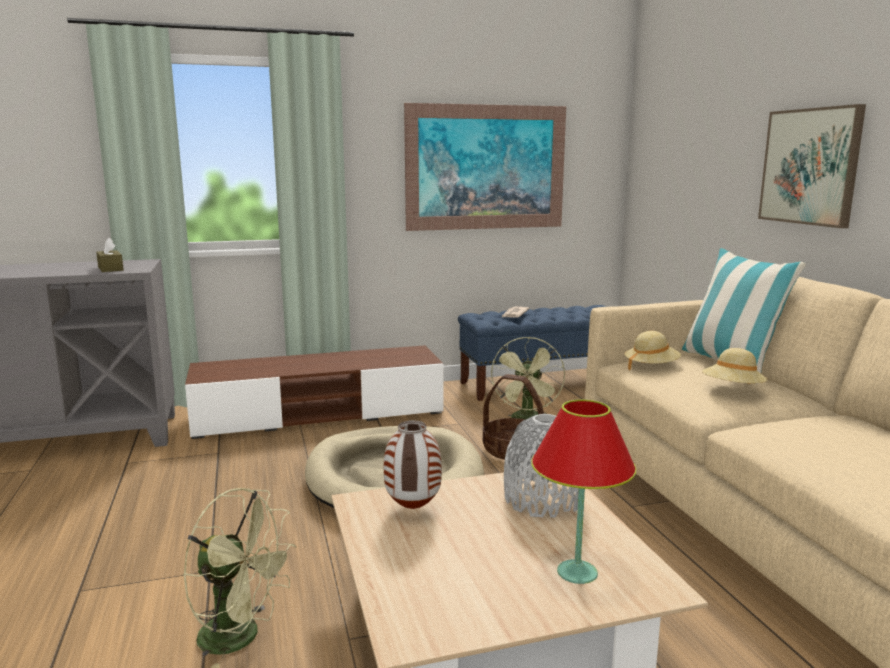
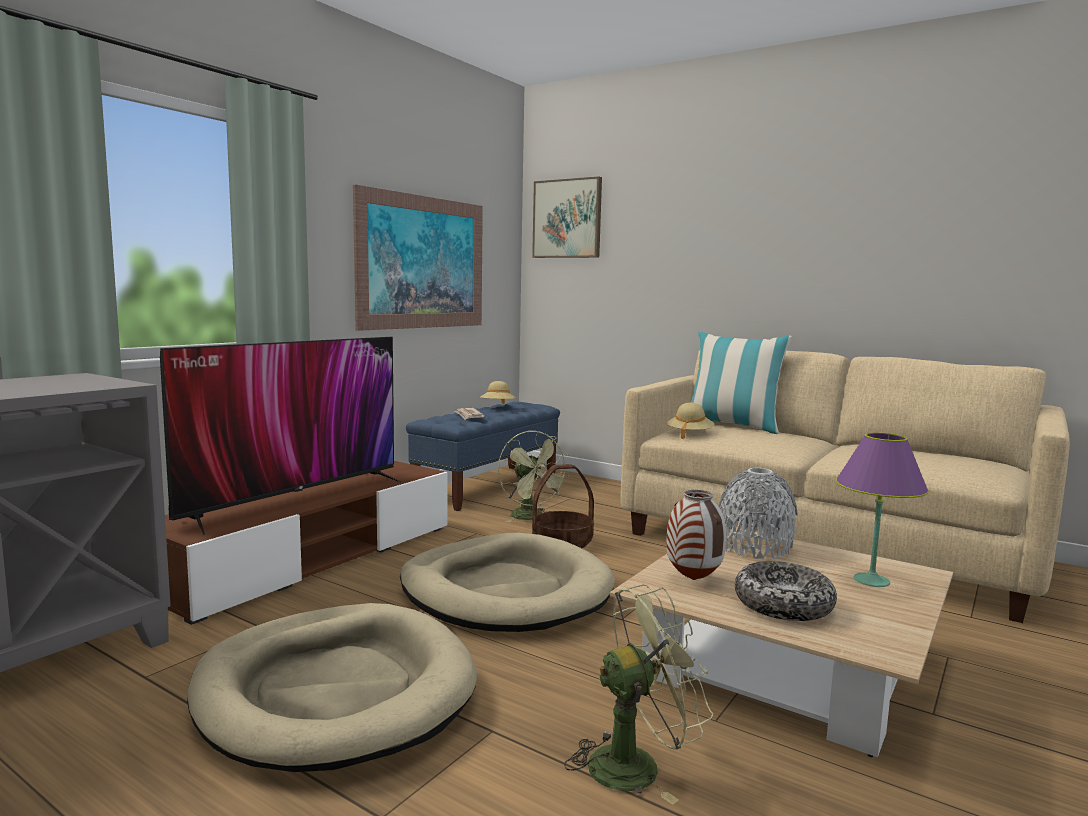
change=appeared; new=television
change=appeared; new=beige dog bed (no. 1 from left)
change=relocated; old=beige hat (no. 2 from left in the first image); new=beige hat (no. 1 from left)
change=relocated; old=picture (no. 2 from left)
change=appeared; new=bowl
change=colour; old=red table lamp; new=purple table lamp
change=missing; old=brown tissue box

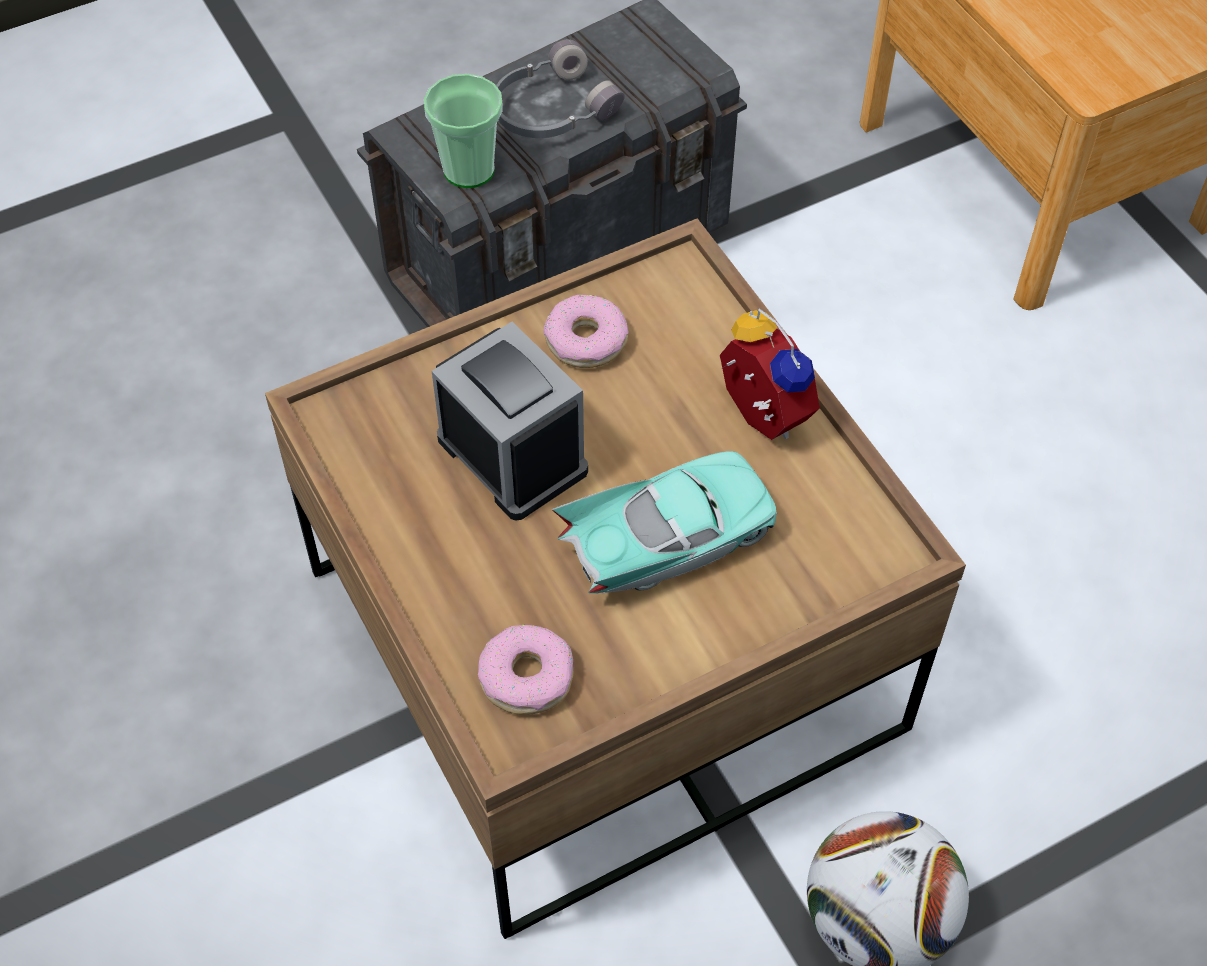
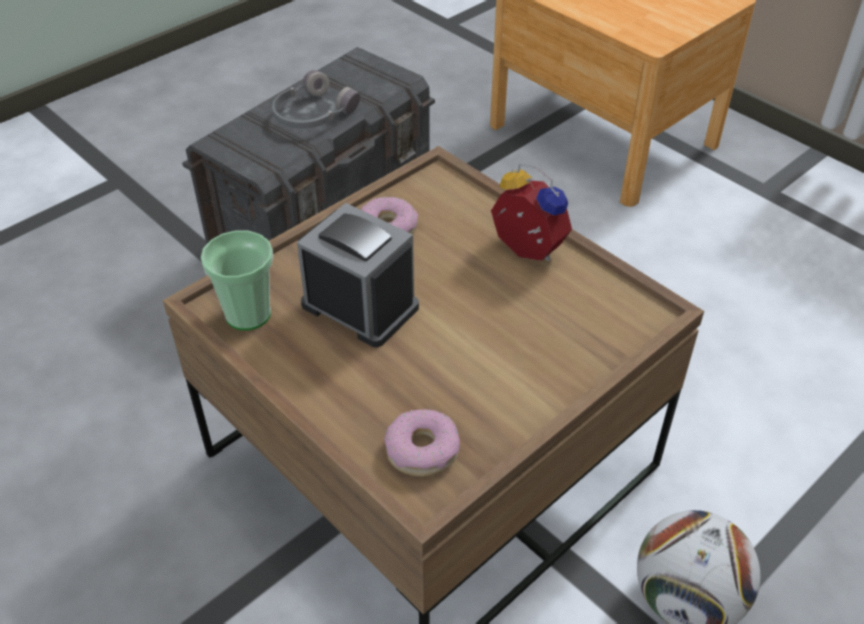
change=relocated; old=cup
change=missing; old=turquoise toy car

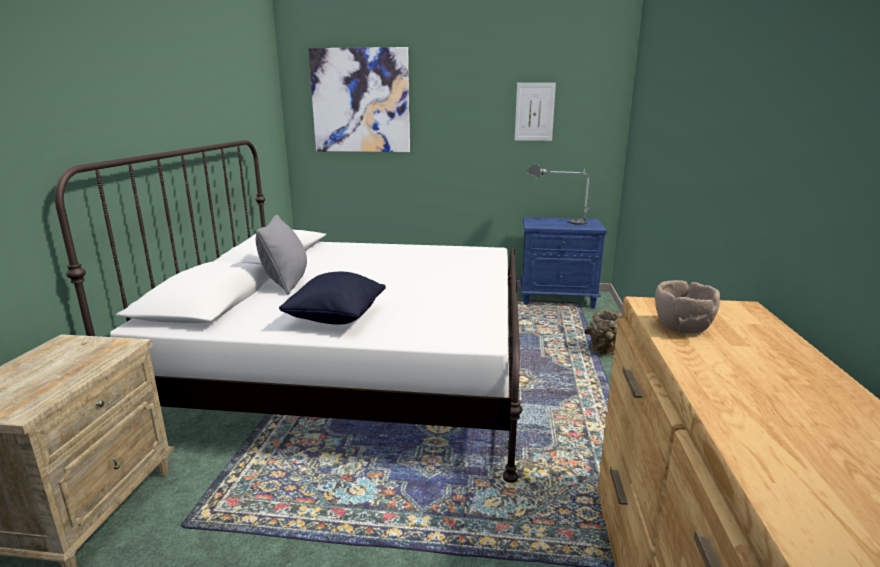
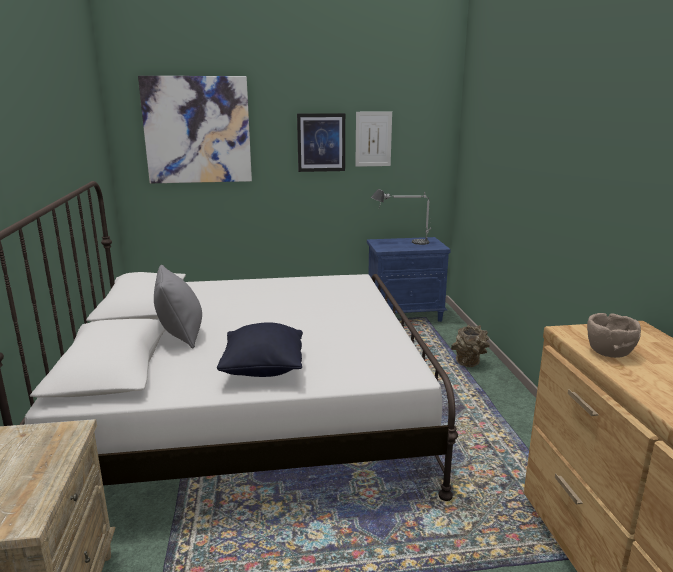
change=appeared; new=picture (no. 2 from left)

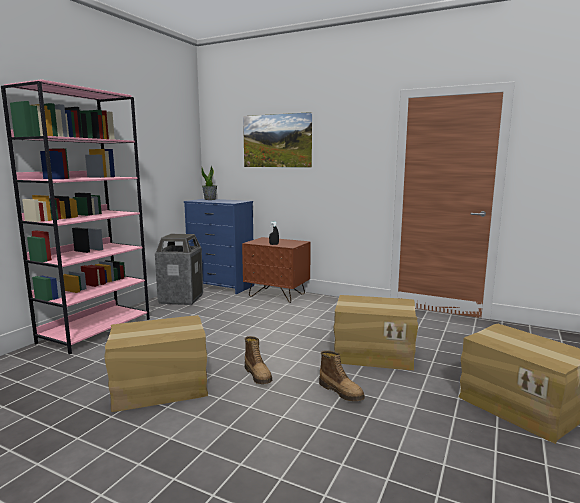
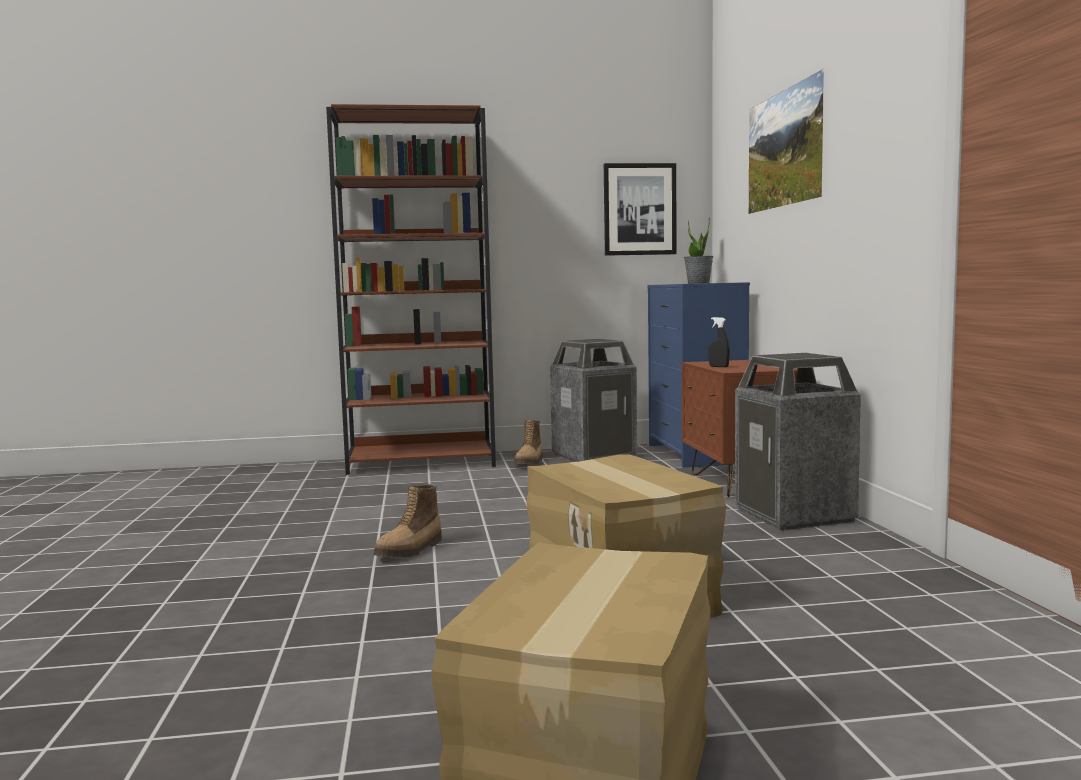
change=colour; old=pink bookcase; new=brown bookcase
change=relocated; old=boot (no. 2 from left)
change=appeared; new=picture (no. 1 from left)
change=appeared; new=trash can (no. 2 from left)
change=missing; old=cardboard box (no. 1 from left)

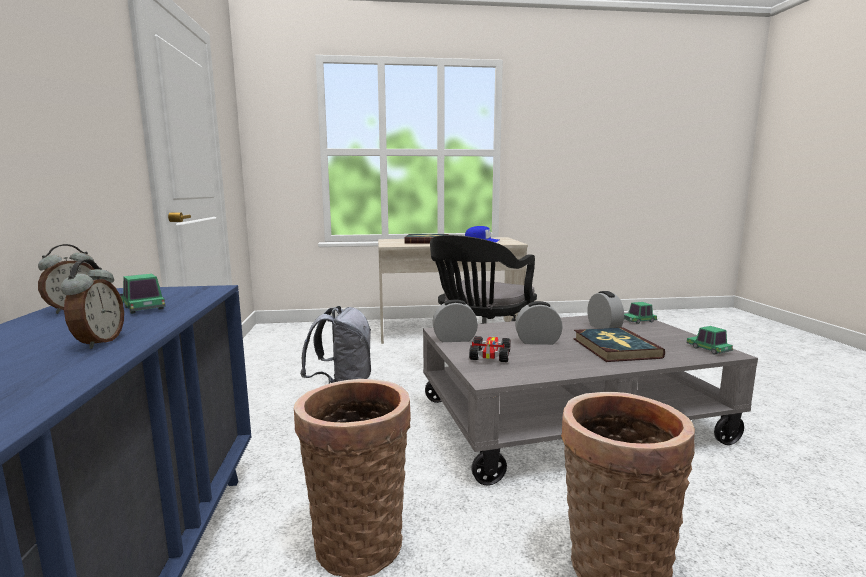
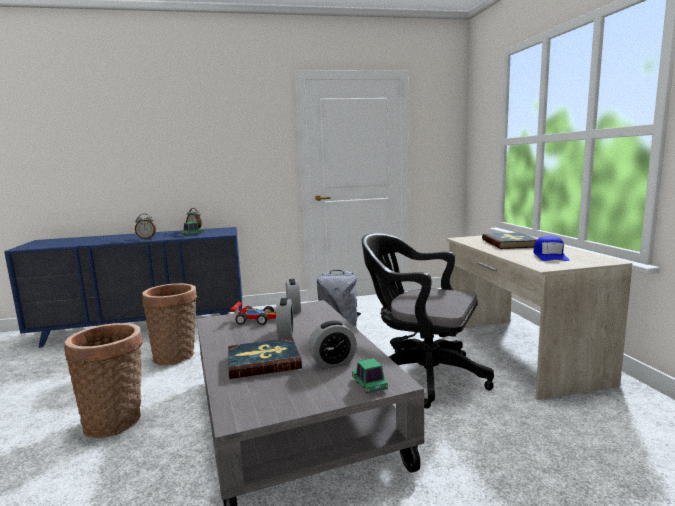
change=missing; old=toy car (no. 4 from left)

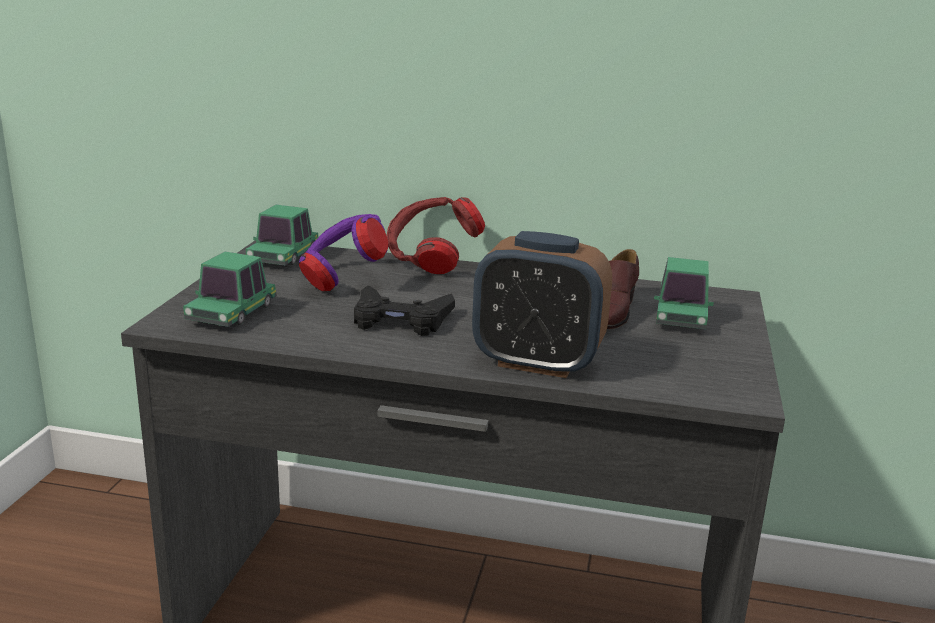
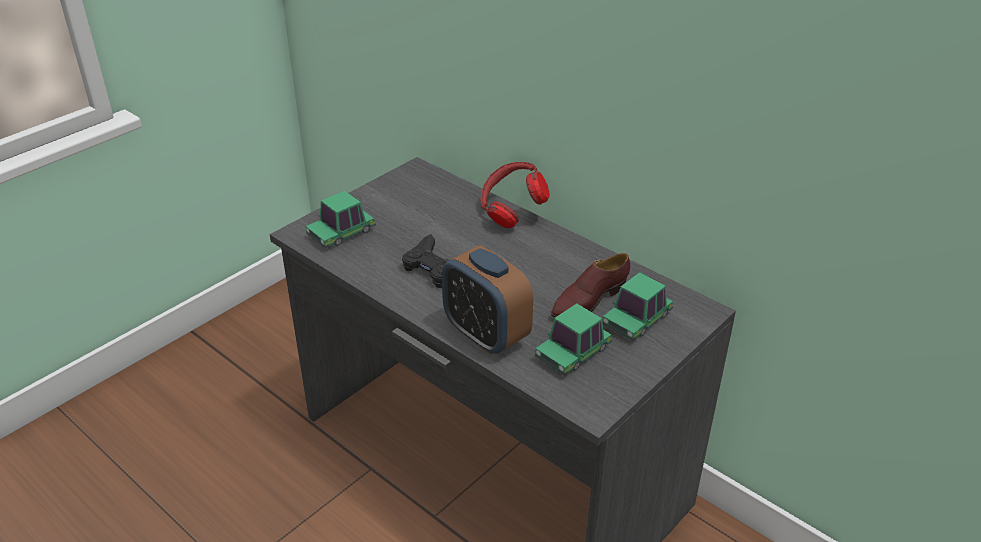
change=relocated; old=toy car (no. 2 from left)
change=missing; old=purple headphones

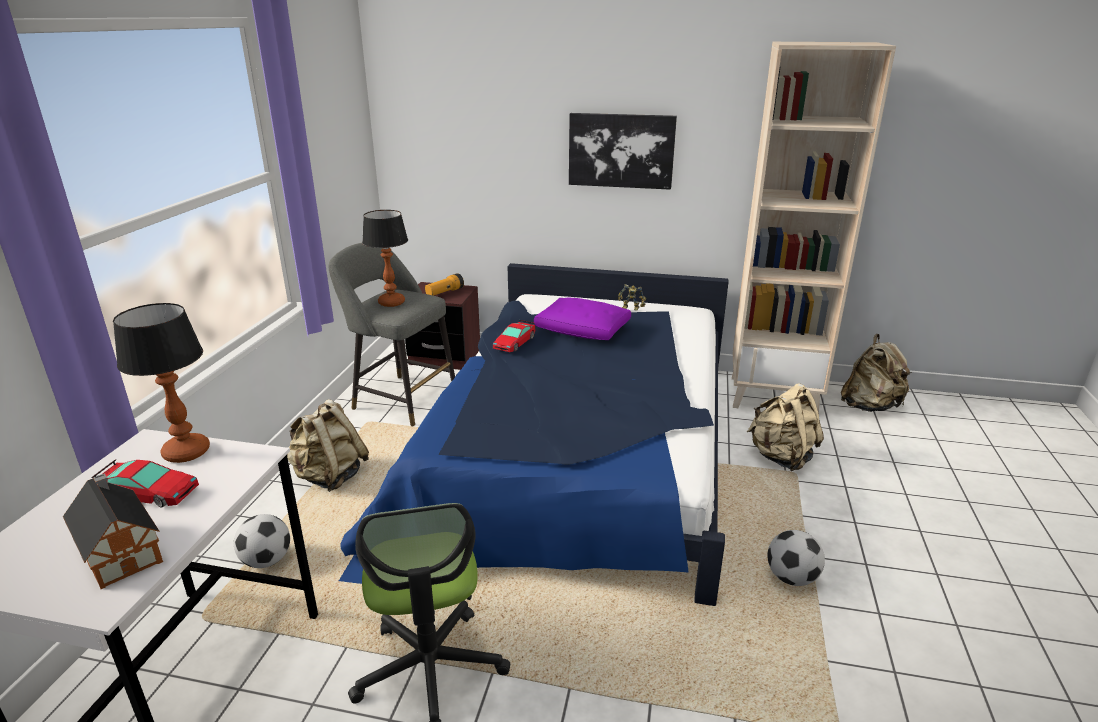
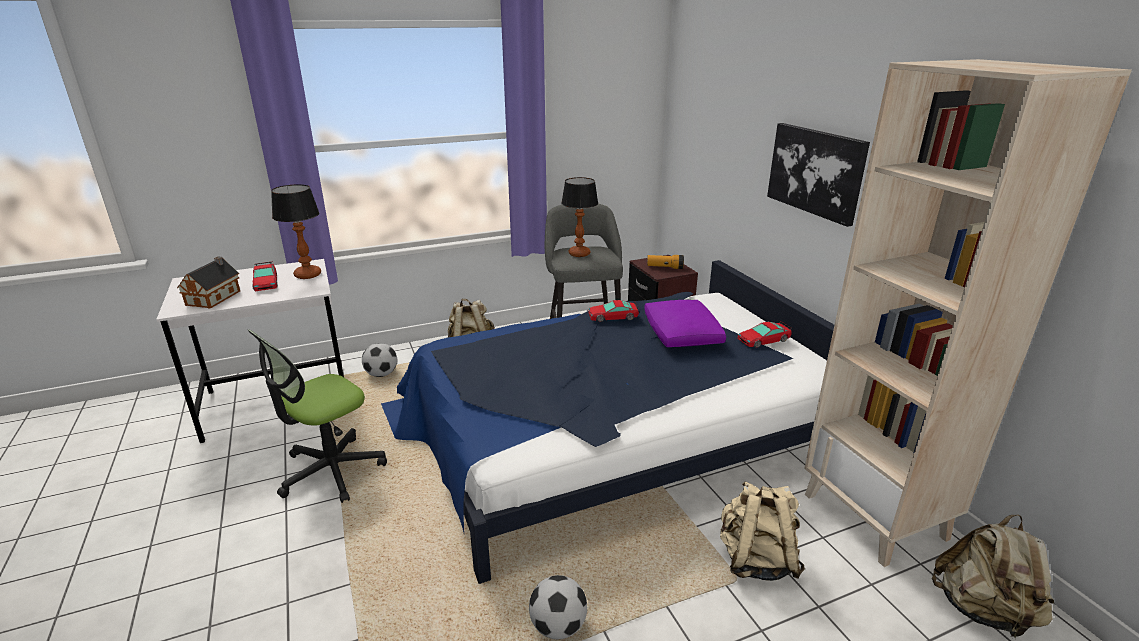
change=exchanged; old=toy robot; new=toy car (no. 3 from left)

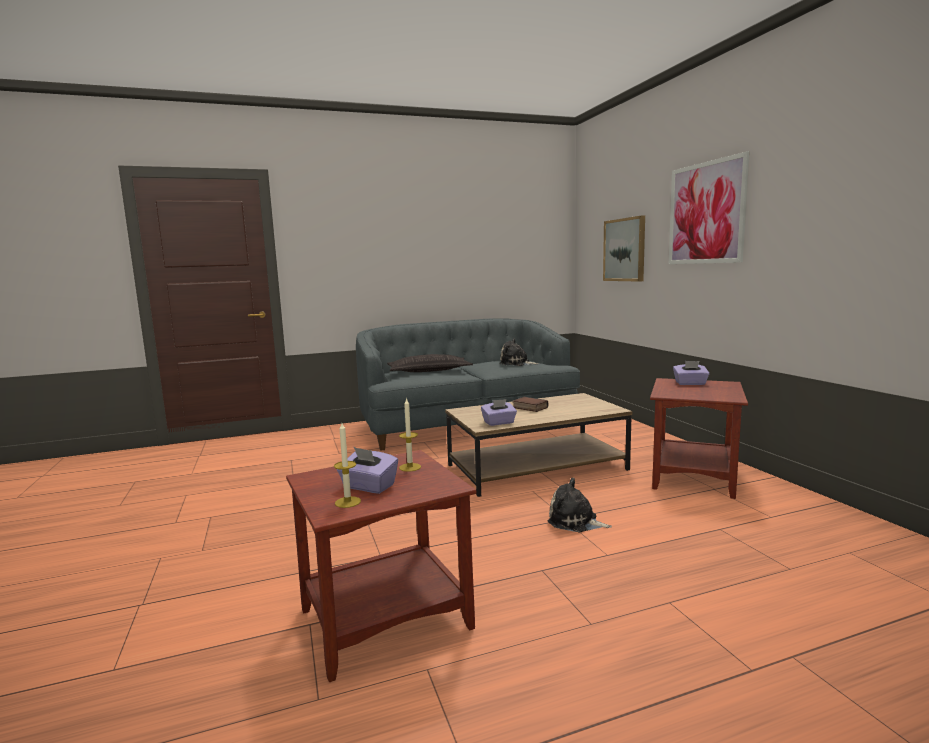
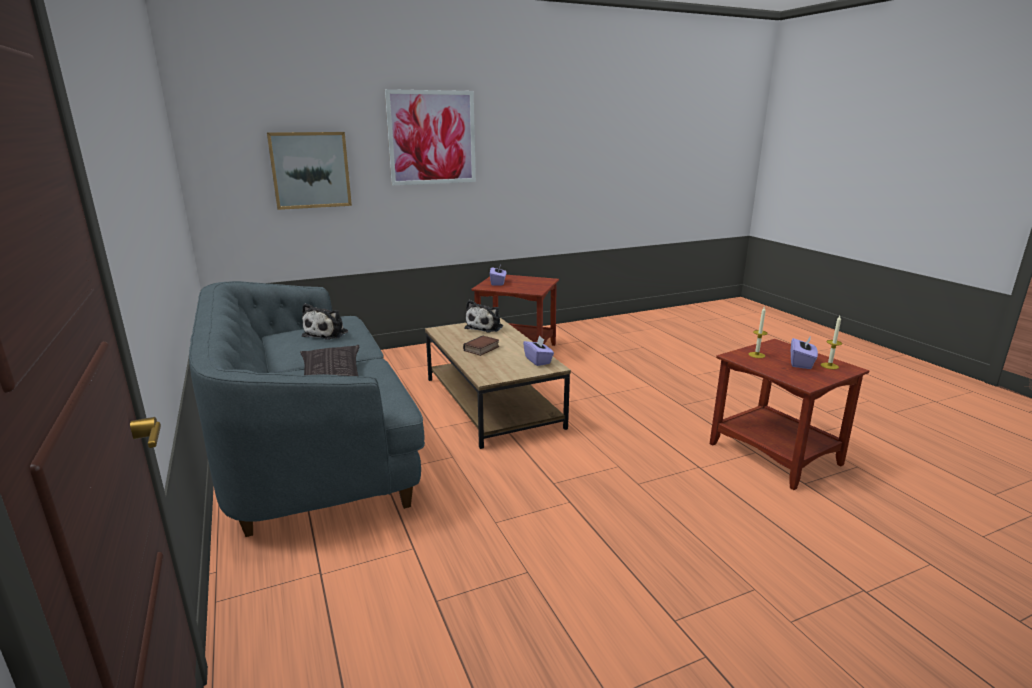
change=relocated; old=plush toy (no. 2 from left)

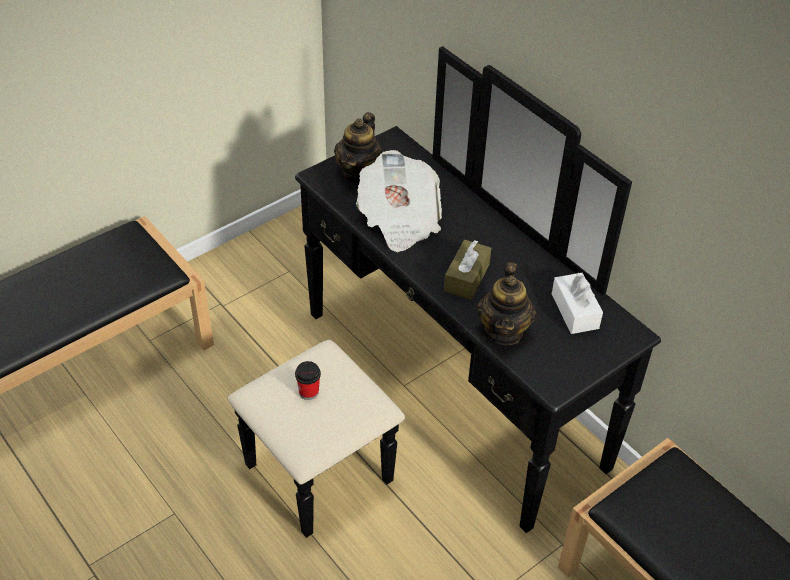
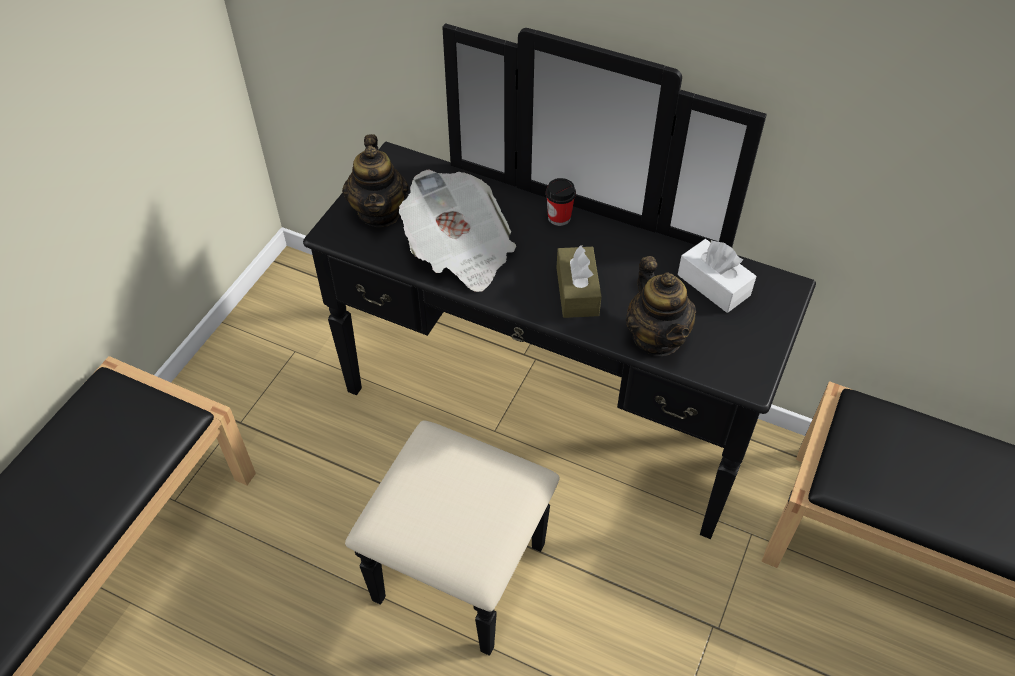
change=relocated; old=cup

